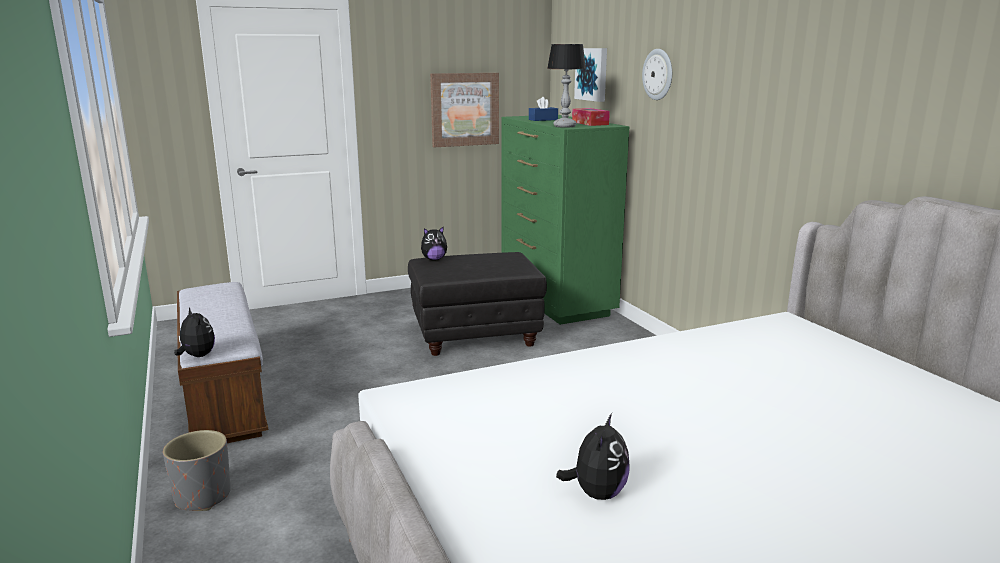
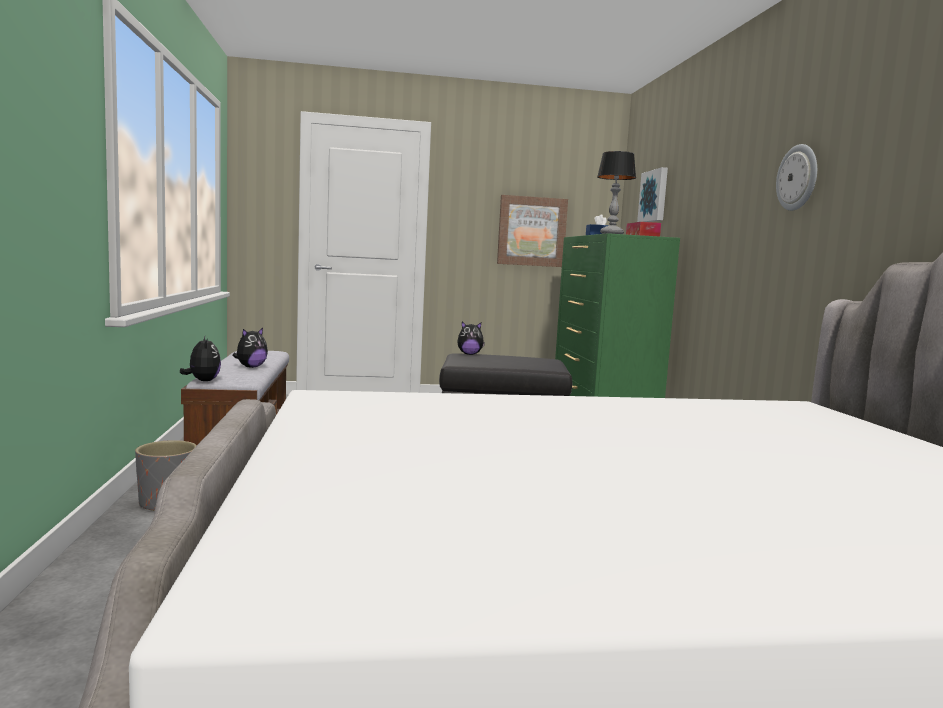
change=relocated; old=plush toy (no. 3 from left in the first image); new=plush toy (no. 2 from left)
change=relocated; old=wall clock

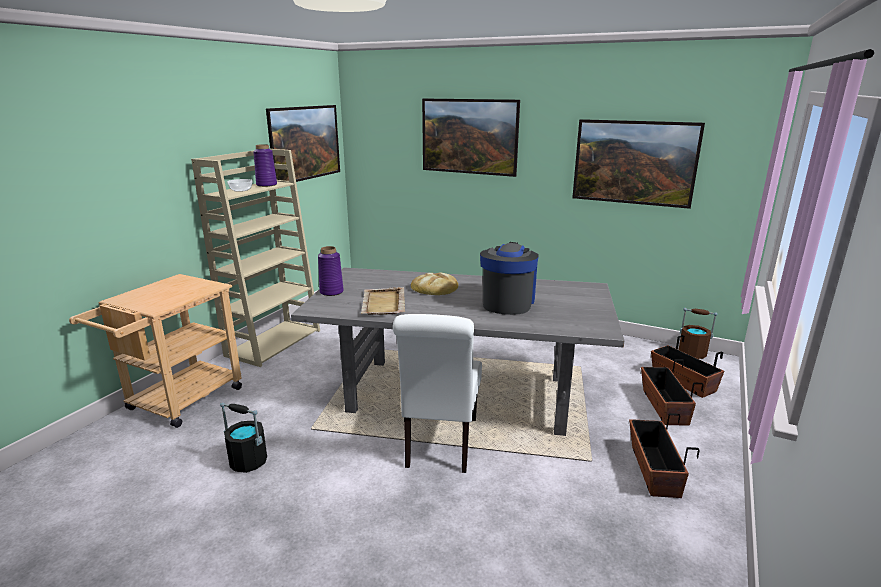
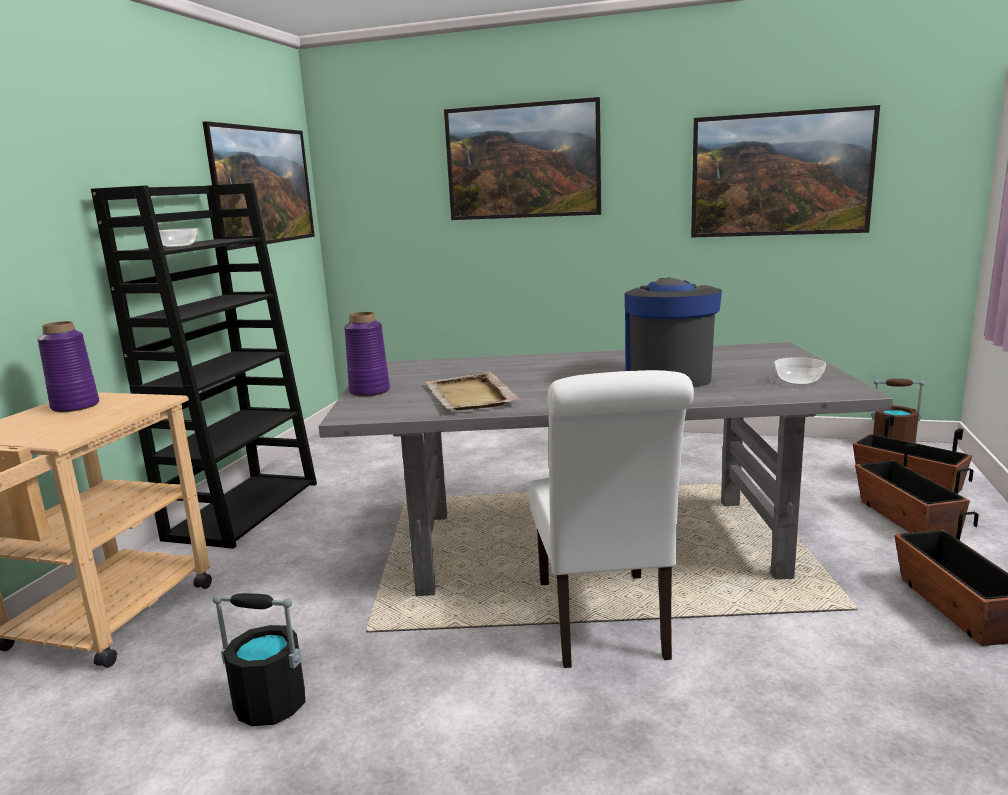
change=relocated; old=purple vase (no. 1 from left)
change=colour; old=beige bookcase; new=black bookcase
change=appeared; new=bowl (no. 2 from left)
change=missing; old=bread

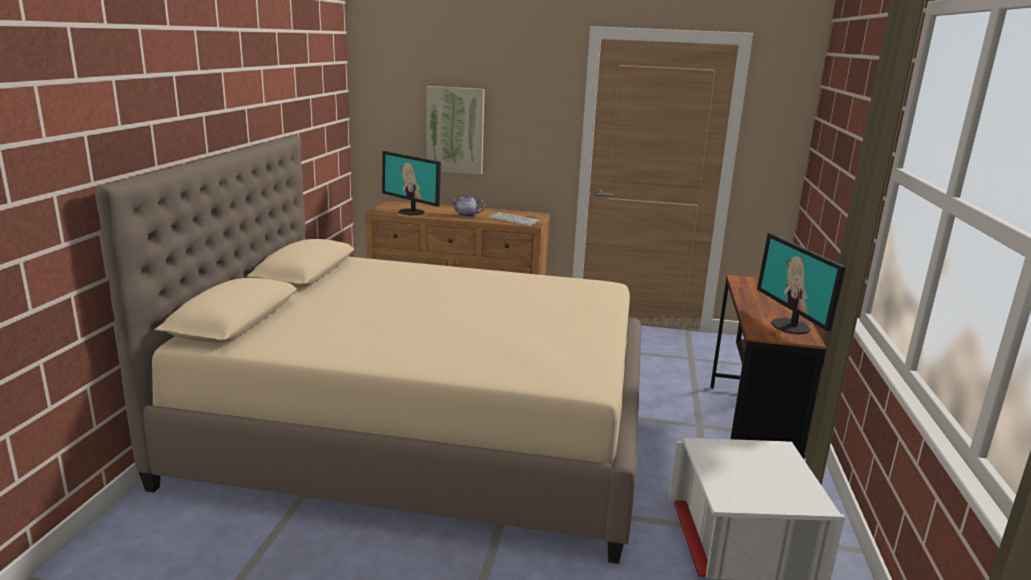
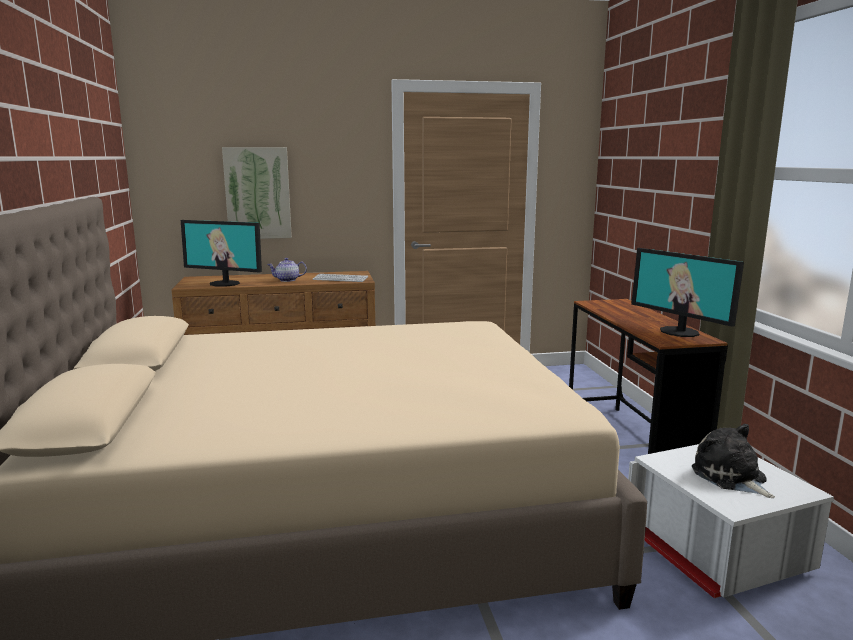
change=appeared; new=plush toy

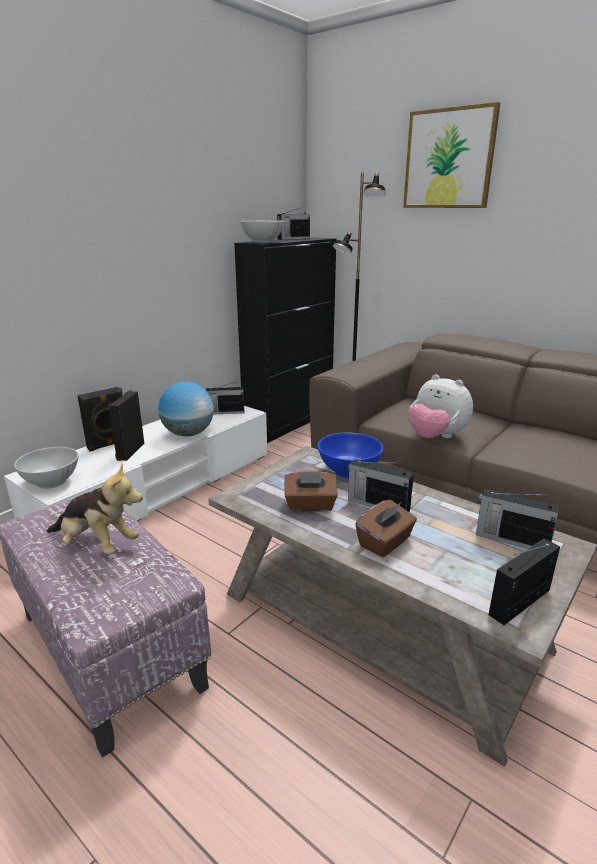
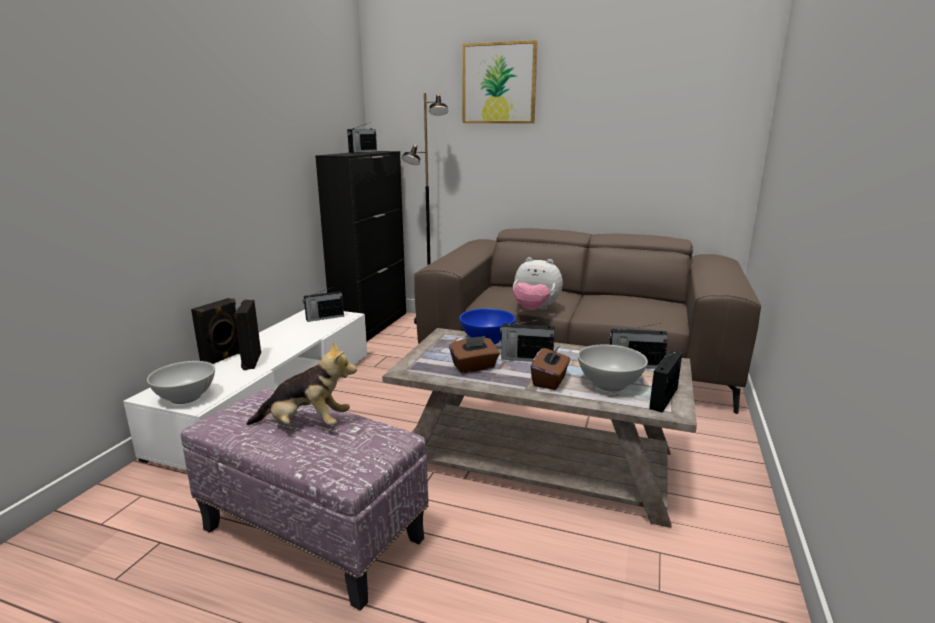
change=relocated; old=white bowl (no. 2 from left)
change=missing; old=globe

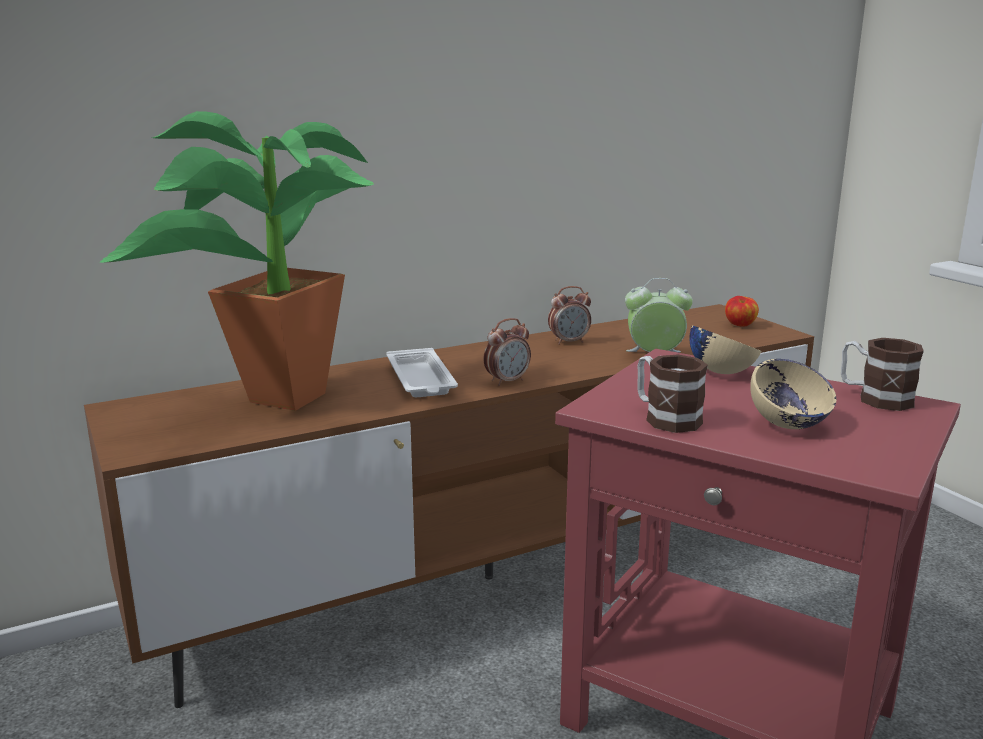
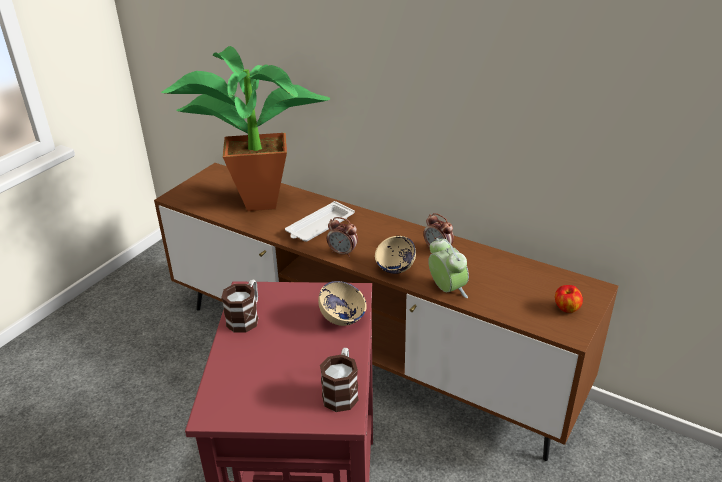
change=relocated; old=beige bowl (no. 2 from left)

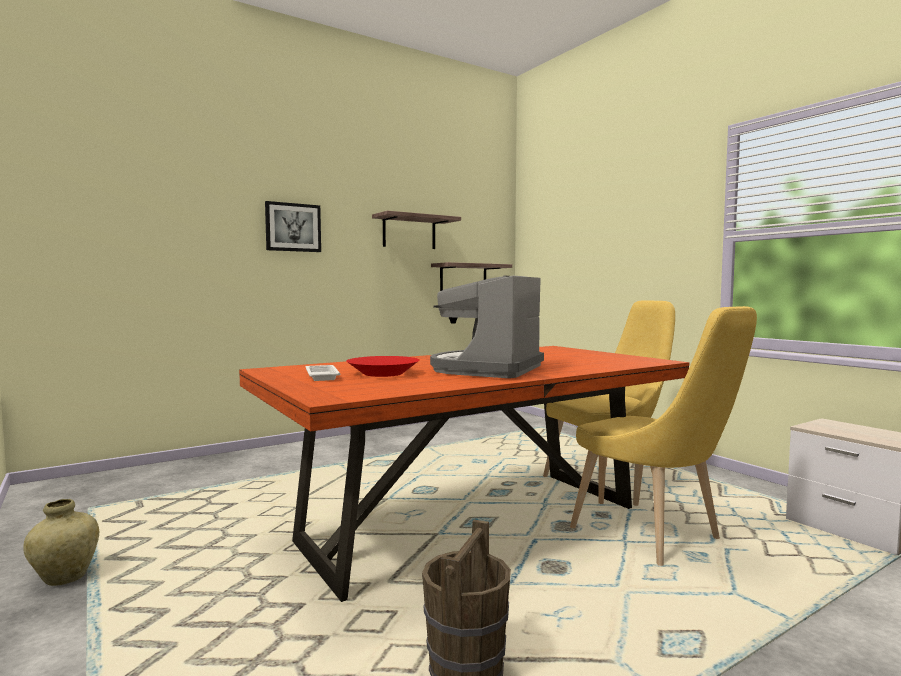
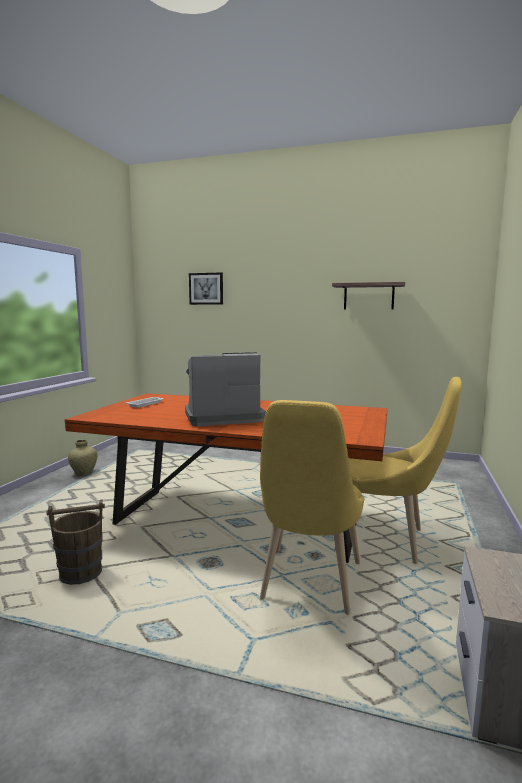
change=relocated; old=picture
change=missing; old=red bowl
change=missing; old=shelf (no. 2 from left)

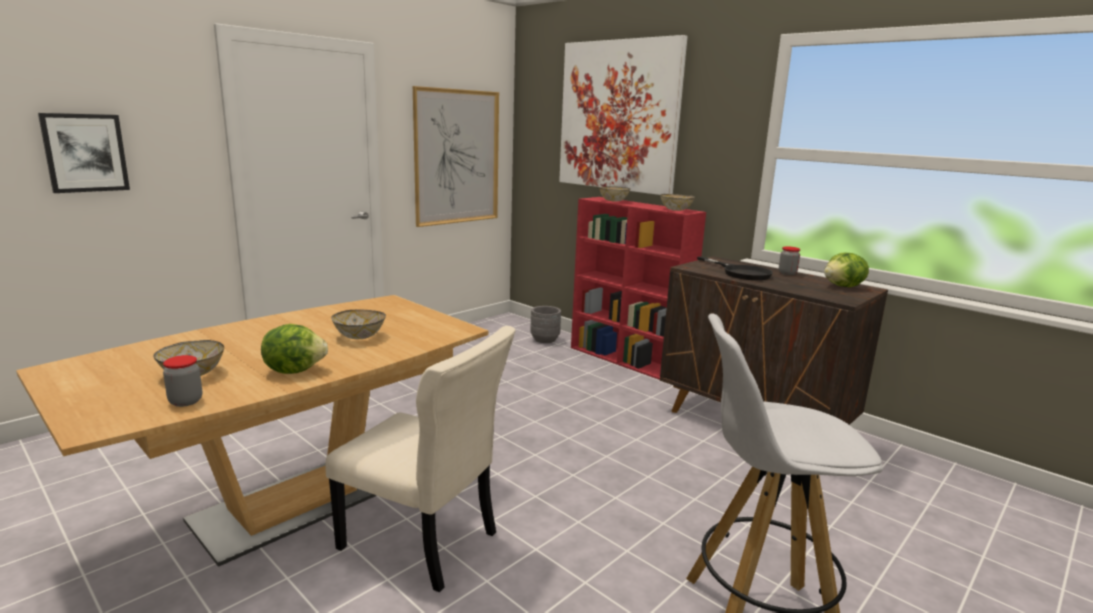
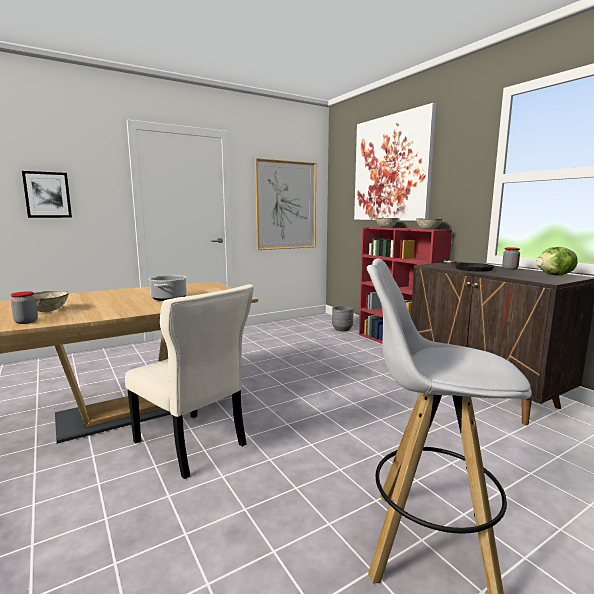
change=exchanged; old=bowl (no. 2 from left); new=cooking pot
change=missing; old=lettuce (no. 1 from left)

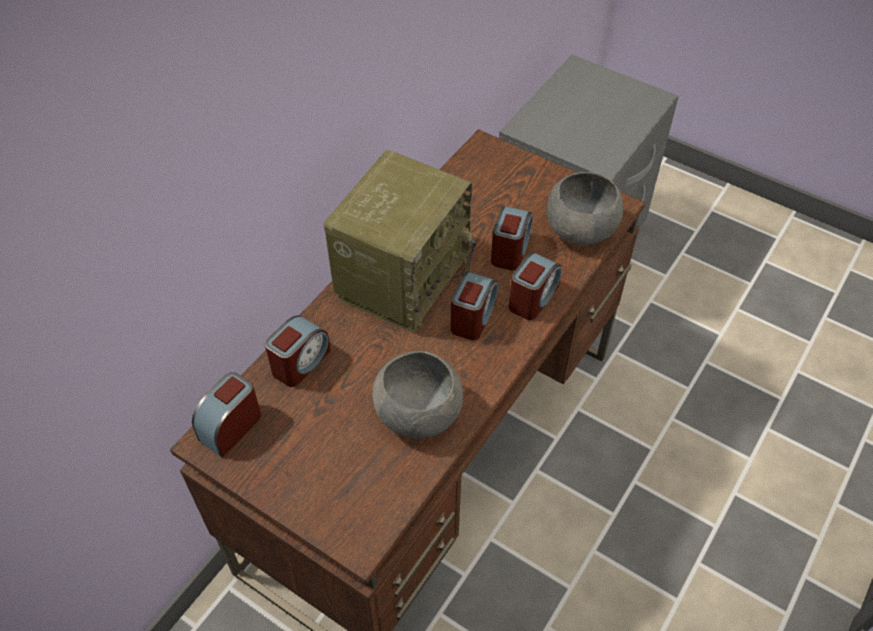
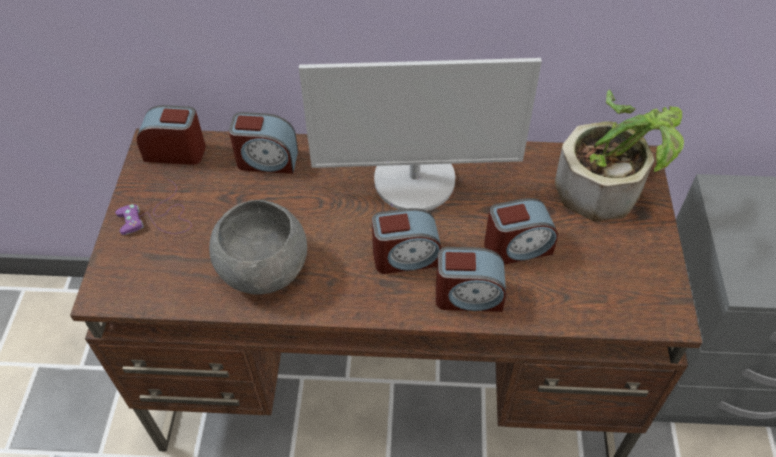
change=appeared; new=purple game controller
change=exchanged; old=radio; new=monitor
change=appeared; new=potted plant
change=missing; old=grey bowl (no. 2 from left)

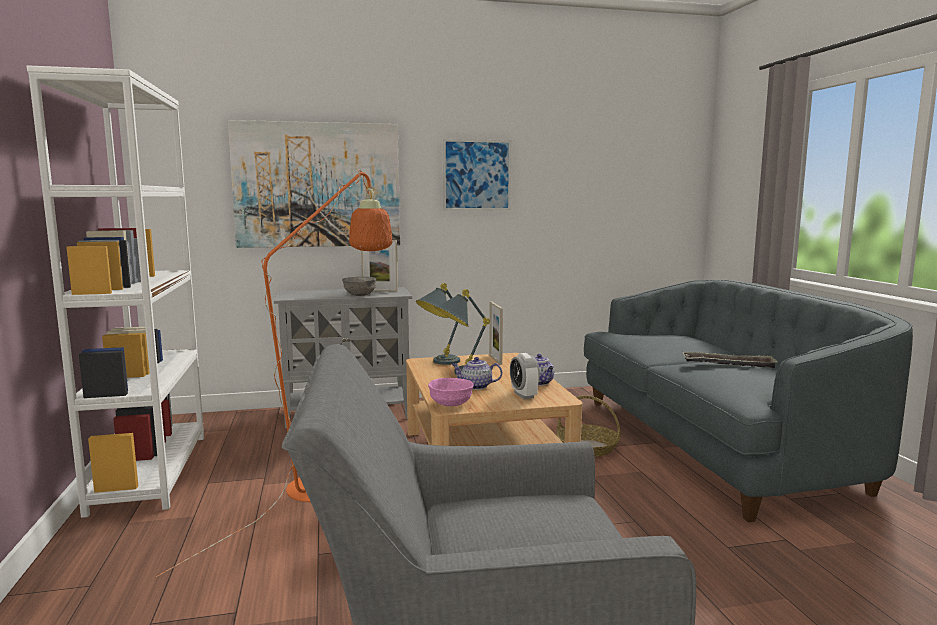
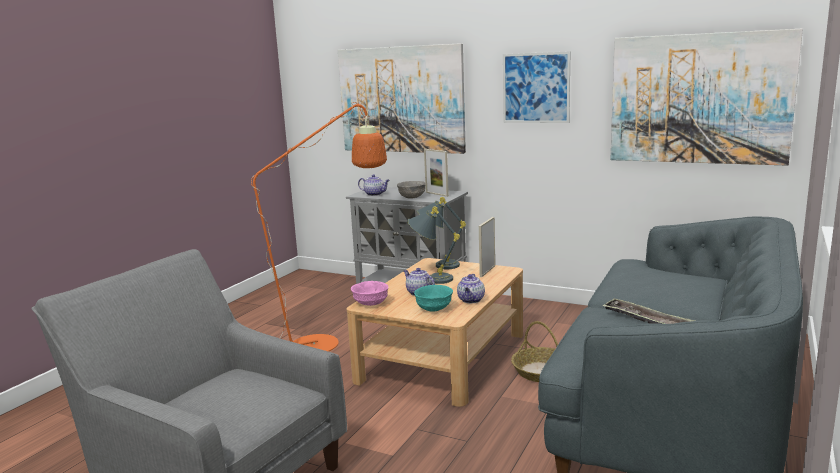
change=appeared; new=teapot (no. 1 from left)
change=exchanged; old=alarm clock; new=turquoise bowl
change=appeared; new=picture (no. 3 from left)
change=missing; old=white bookcase

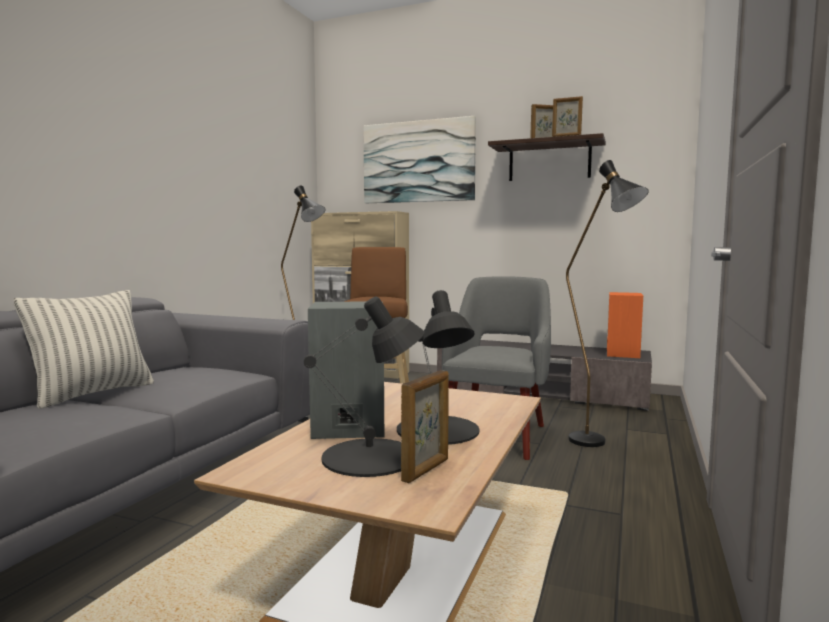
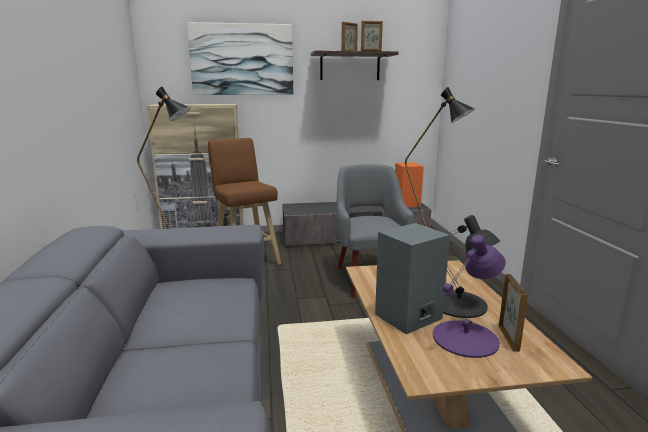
change=colour; old=black table lamp (no. 1 from left); new=purple table lamp
change=missing; old=pillow

